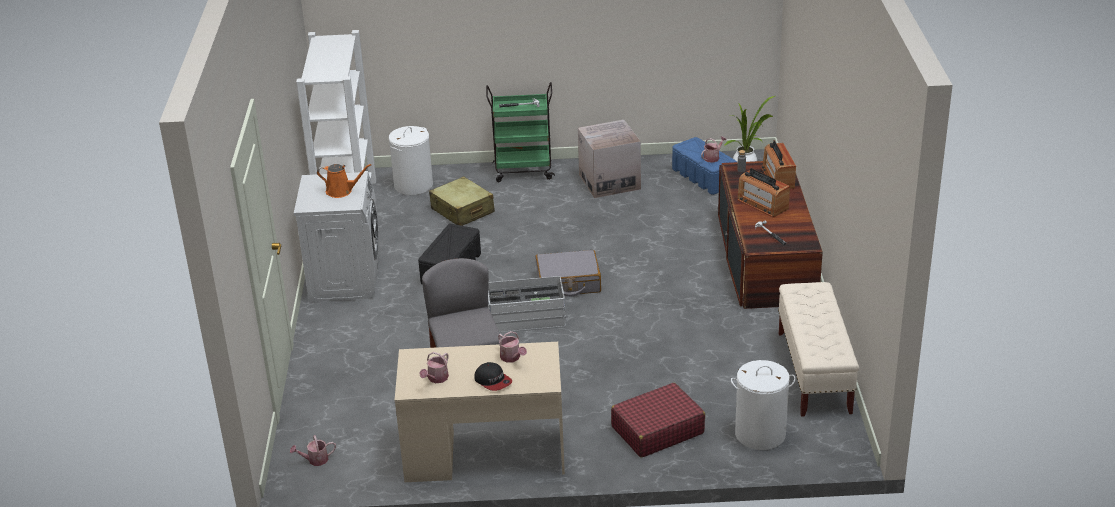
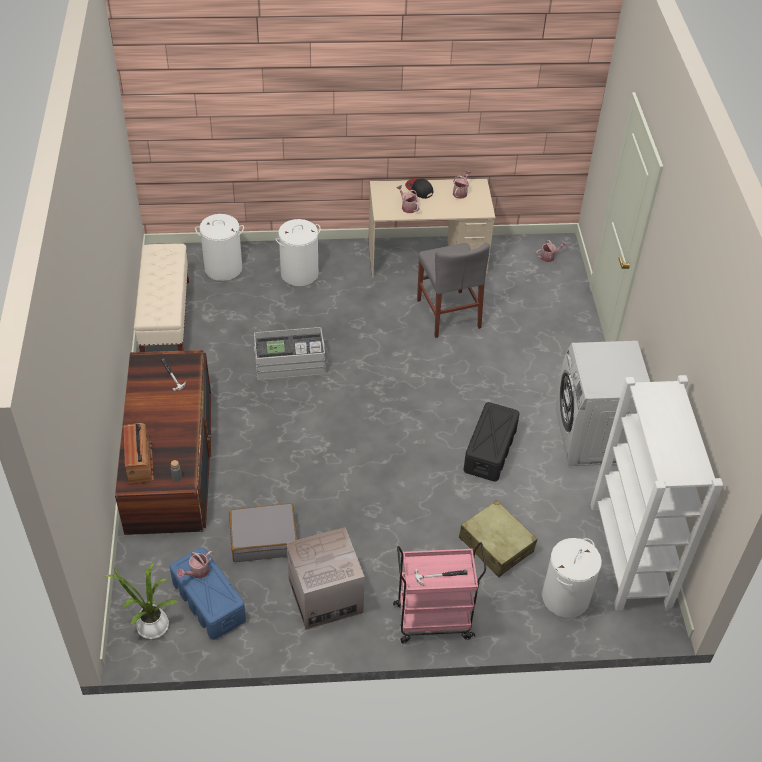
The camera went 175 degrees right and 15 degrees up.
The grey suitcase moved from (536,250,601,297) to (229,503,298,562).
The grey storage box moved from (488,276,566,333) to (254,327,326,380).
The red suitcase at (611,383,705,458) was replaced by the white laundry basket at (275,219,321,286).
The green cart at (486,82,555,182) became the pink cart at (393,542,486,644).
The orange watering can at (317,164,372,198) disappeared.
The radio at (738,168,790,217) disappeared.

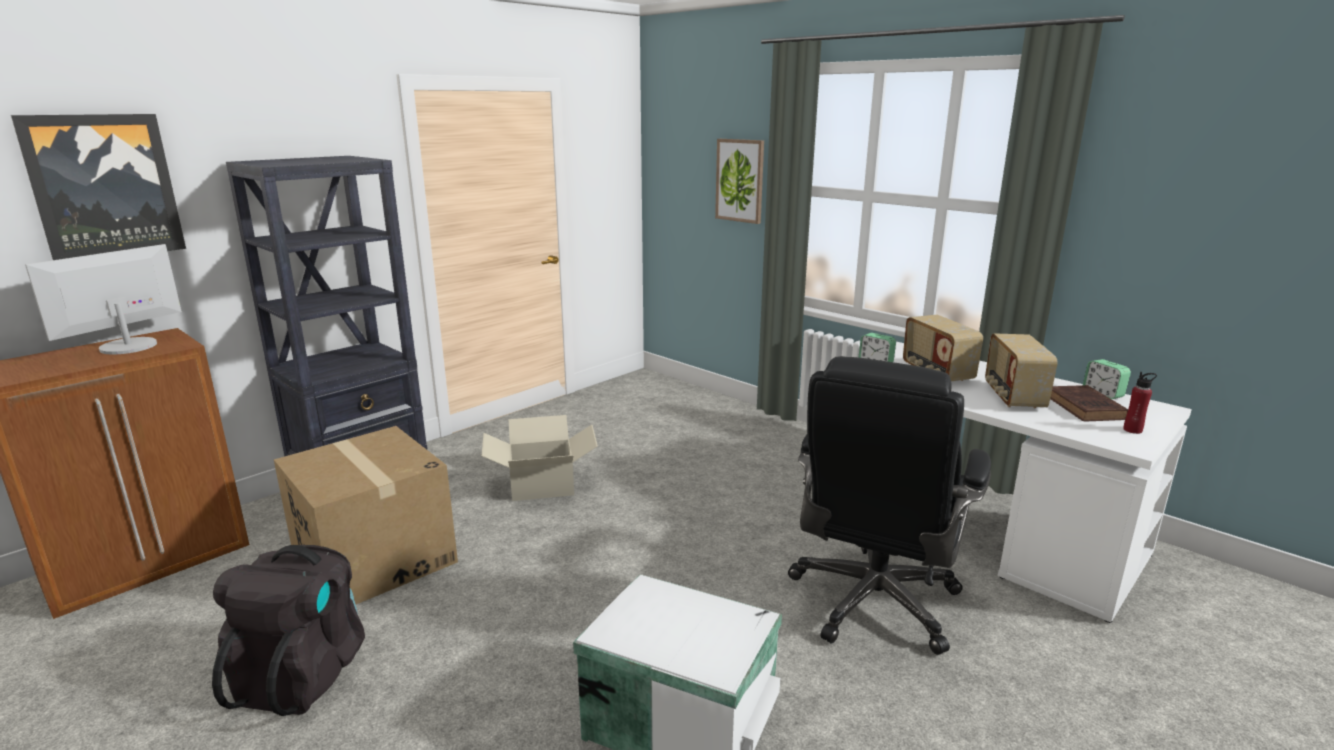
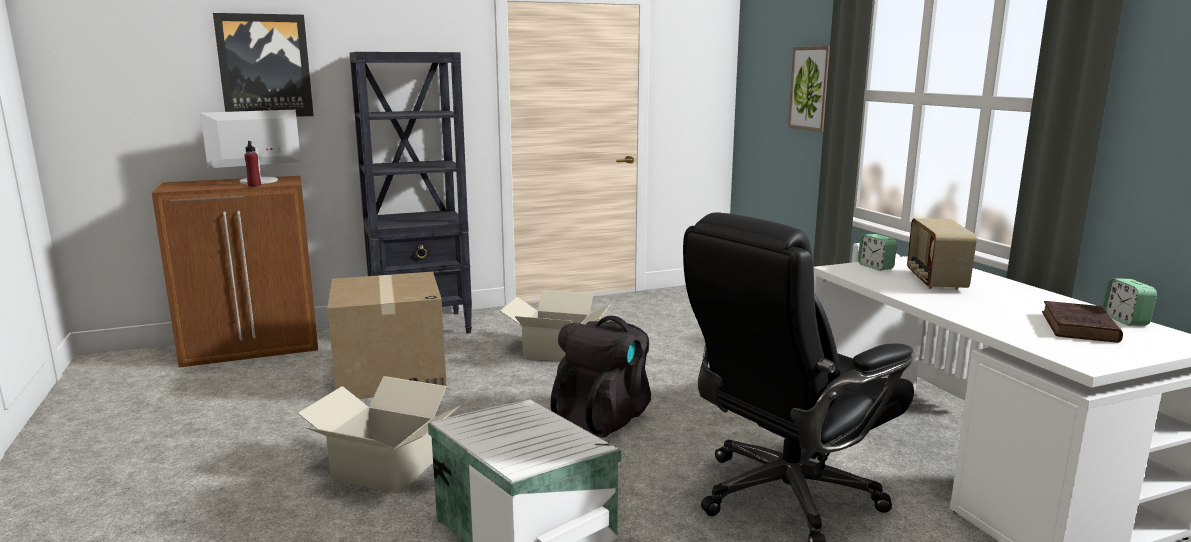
The camera went 25 degrees right and 5 degrees down.
The red bottle moved from (1123,372,1157,434) to (244,141,261,187).
The cardboard box at (298,376,460,494) appeared.
The black backpack moved from (212,545,365,716) to (551,316,651,438).
The radio at (985,333,1058,408) disappeared.

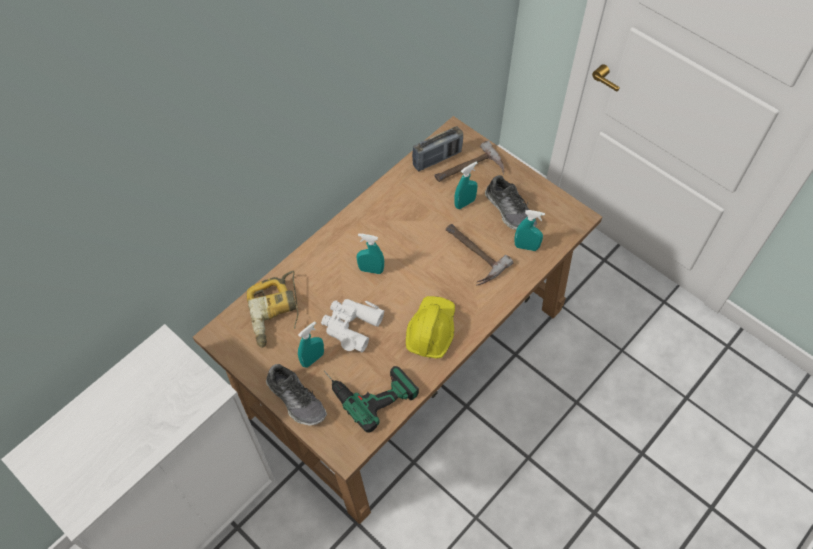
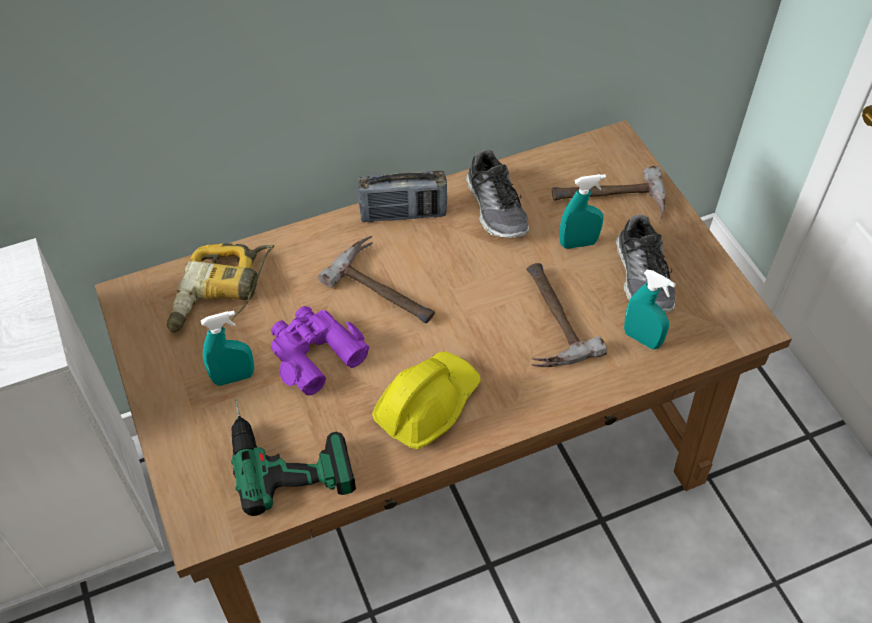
The camera went 25 degrees right and 5 degrees down.
The white binoculars at (321,299,385,352) became the purple binoculars at (271,306,370,395).
The turquoise spray bottle at (357,233,384,274) was replaced by the hammer at (318,236,435,323).
The radio moved from (412,126,463,172) to (358,171,447,222).
The shoe moved from (266,364,327,426) to (466,149,529,238).

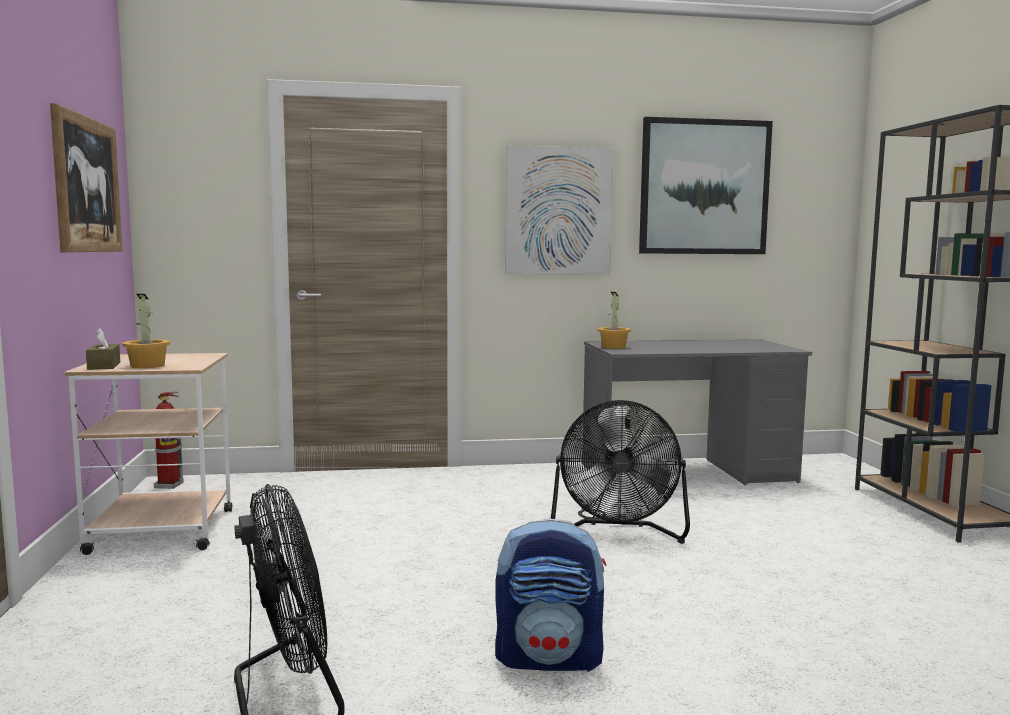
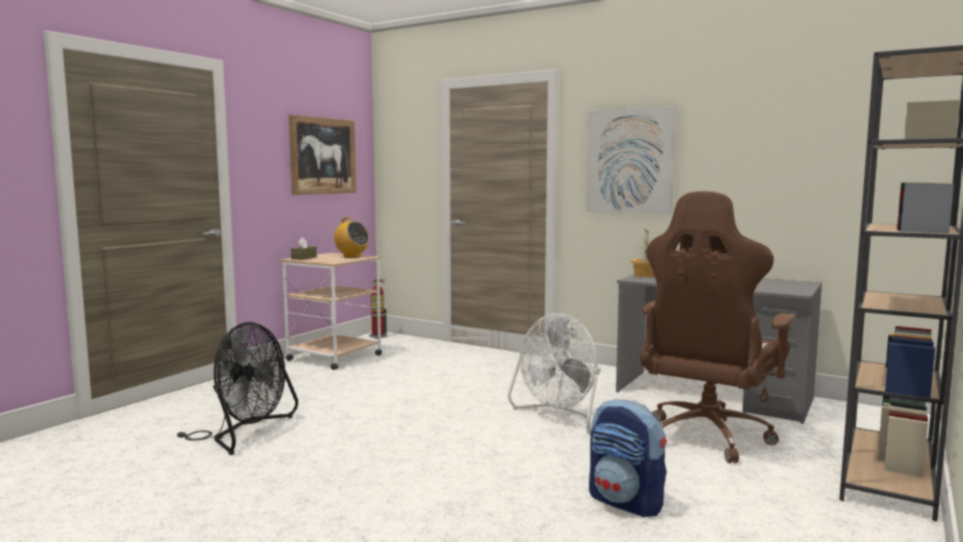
The camera went 40 degrees right and 0 degrees up.
The radio at (334,217,369,258) appeared.
The black fan at (551,400,690,544) became the white fan at (508,313,601,434).
The backpack moved from (495,518,607,672) to (589,399,667,518).
The brown office chair at (640,191,796,463) appeared.
The potted plant at (122,294,170,368) disappeared.
The picture at (639,117,773,254) disappeared.

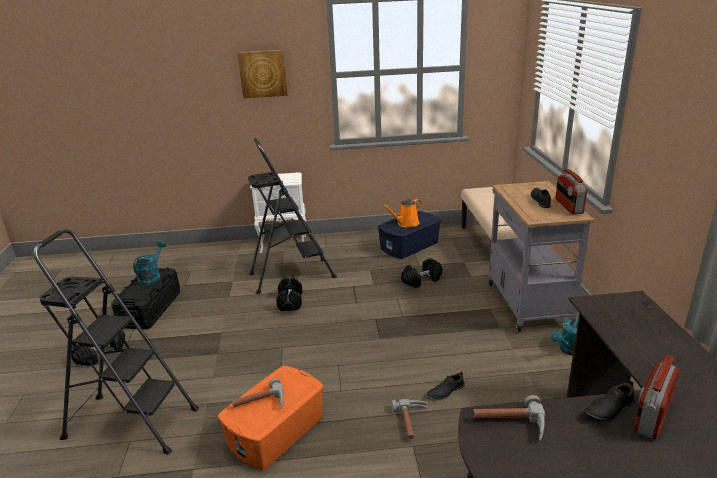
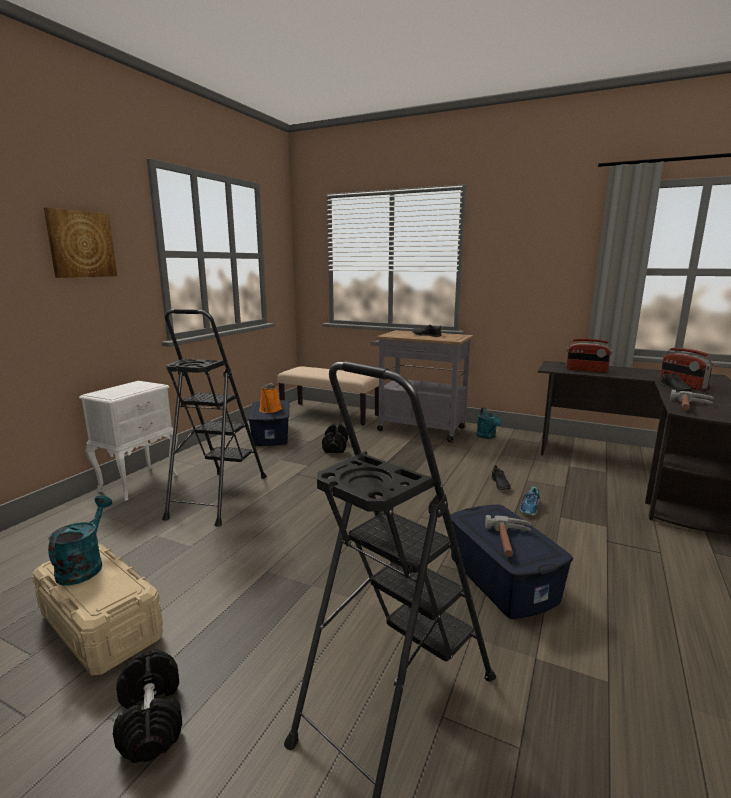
The camera went 60 degrees left and 10 degrees down.
The black storage box at (111,267,180,330) became the beige storage box at (32,544,163,675).
The turquoise watering can at (133,241,166,285) turned 45 degrees clockwise.
The orange storage box at (218,366,323,470) became the blue storage box at (450,505,573,619).
The hammer at (392,399,427,439) was replaced by the shoe at (520,486,541,516).
The radio moved from (556,169,587,215) to (566,339,613,373).
The black dumbbell at (276,277,303,311) disappeared.

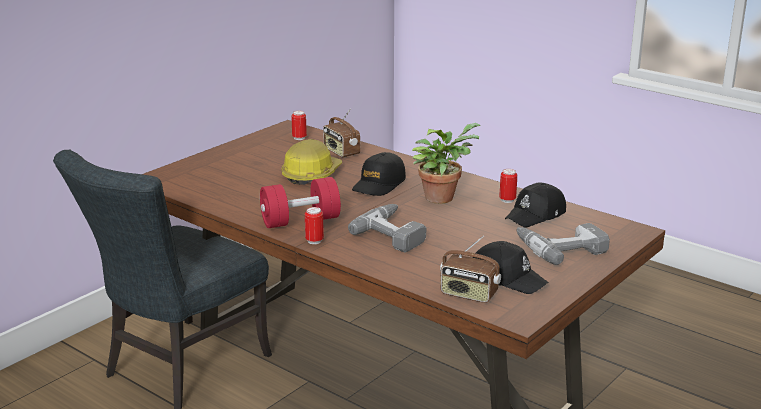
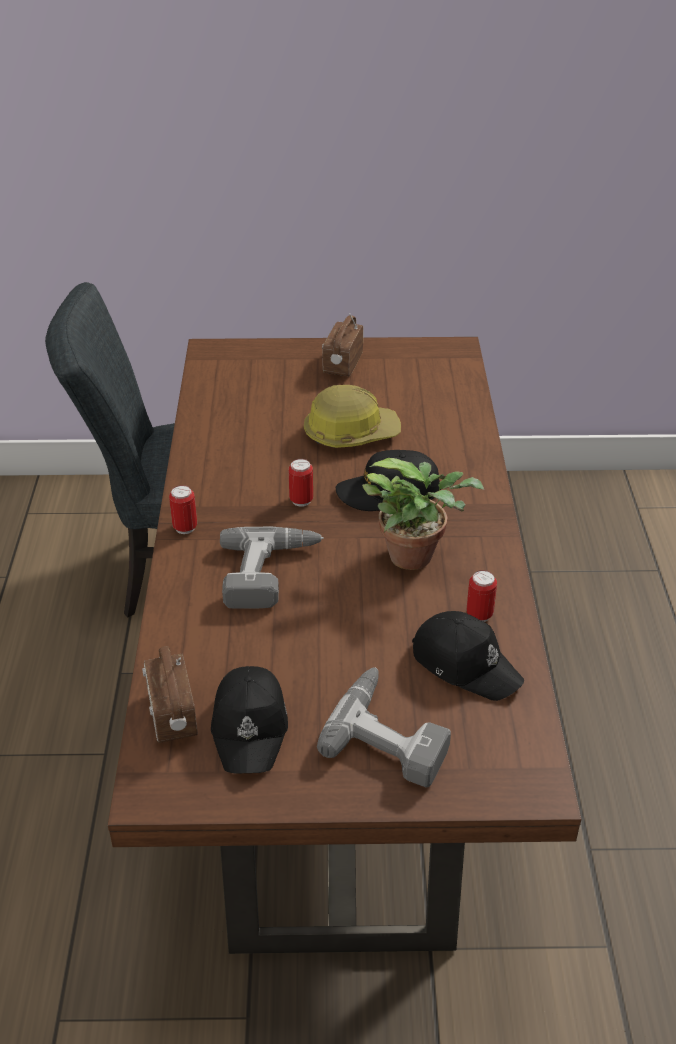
The camera went 50 degrees right and 15 degrees up.
The can moved from (292,111,307,140) to (289,459,313,507).
The radio moved from (323,108,360,157) to (322,313,363,376).
The black cap at (505,183,566,227) turned 150 degrees counterclockwise.
The red dumbbell at (260,177,341,228) disappeared.

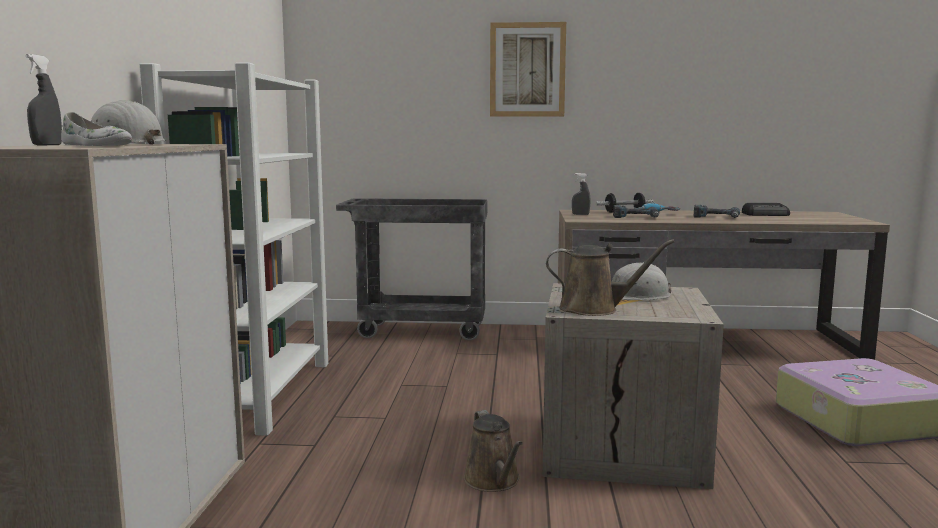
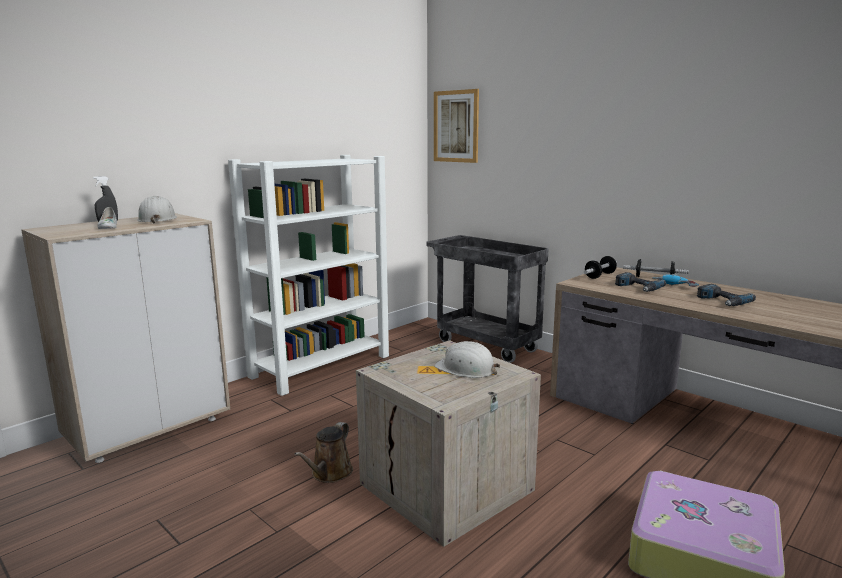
The camera went 40 degrees right and 5 degrees up.
The picture moved from (490,22,566,117) to (434,89,479,163).
The grey spray bottle at (572,173,590,215) was replaced by the dumbbell at (584,256,617,279).
The brown watering can at (546,239,675,316) disappeared.
The radio at (742,203,790,216) disappeared.

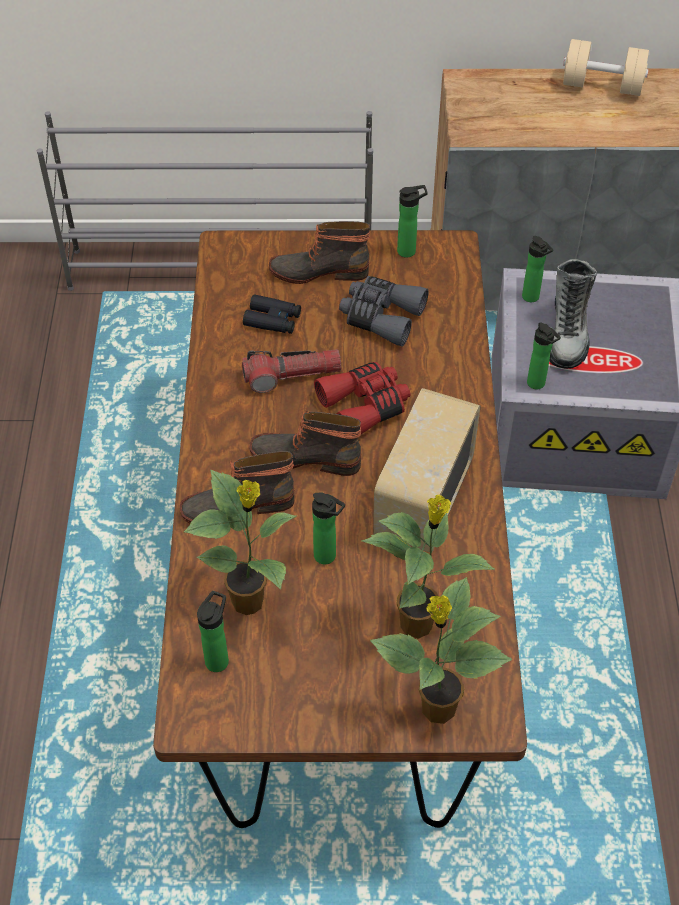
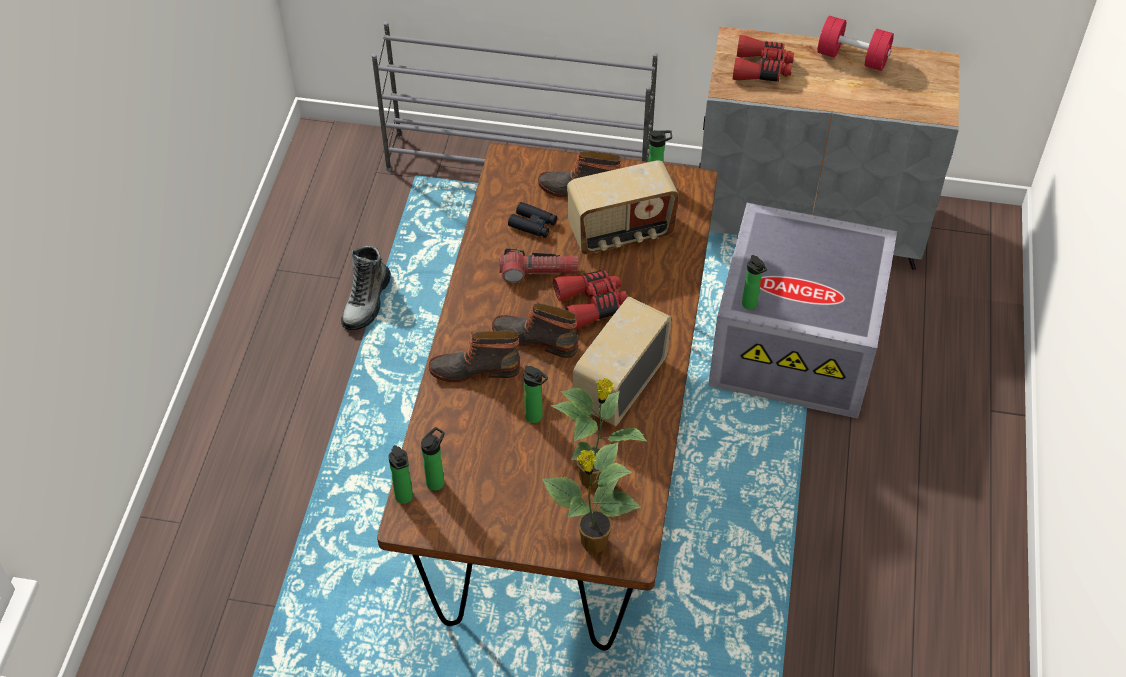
The camera went 10 degrees right and 0 degrees up.
The boot moved from (549,259,597,369) to (341,246,391,330).
The bottle moved from (522,236,553,302) to (388,445,413,504).
The grey binoculars at (339,276,429,347) was replaced by the radio at (567,160,679,254).
The red binoculars at (733,35,794,82) appeared.
The beige dumbbell at (563,39,649,96) became the red dumbbell at (817,16,894,71).
The potted plant at (184,469,296,615) disappeared.

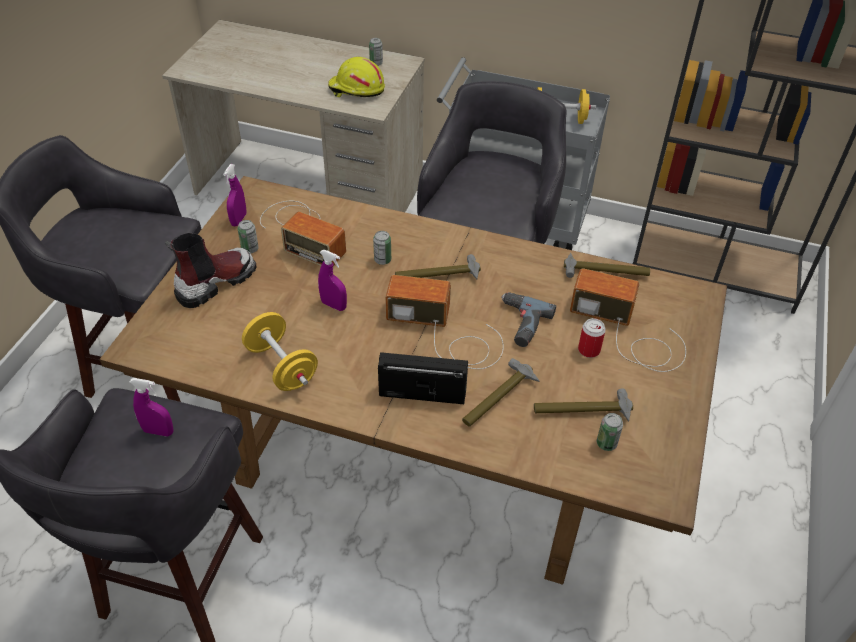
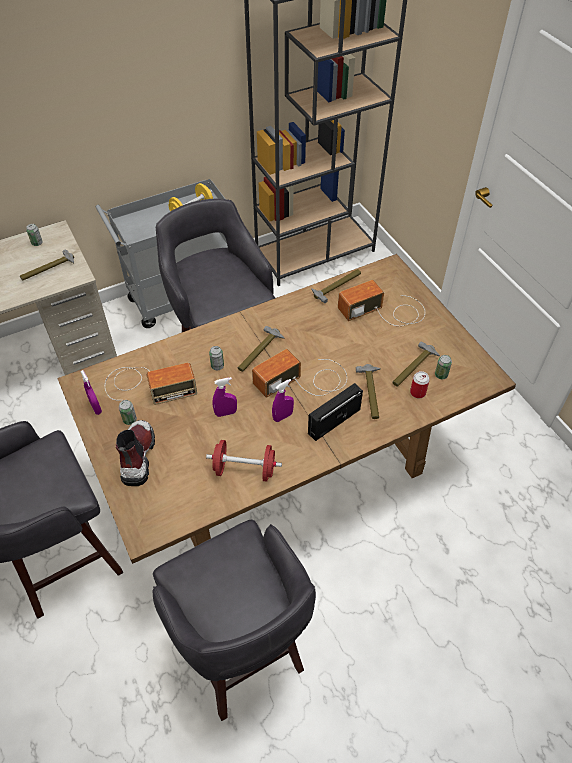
The camera went 45 degrees left and 5 degrees up.
The yellow hard hat at (328,57,385,97) was replaced by the hammer at (20,249,74,281).
The yellow dumbbell at (242,312,318,391) became the red dumbbell at (206,440,282,482).
The purple spray bottle moved from (130,378,174,436) to (272,379,294,422).
The can moved from (578,318,606,358) to (410,371,430,398).
The power drill at (501,292,556,347) disappeared.

